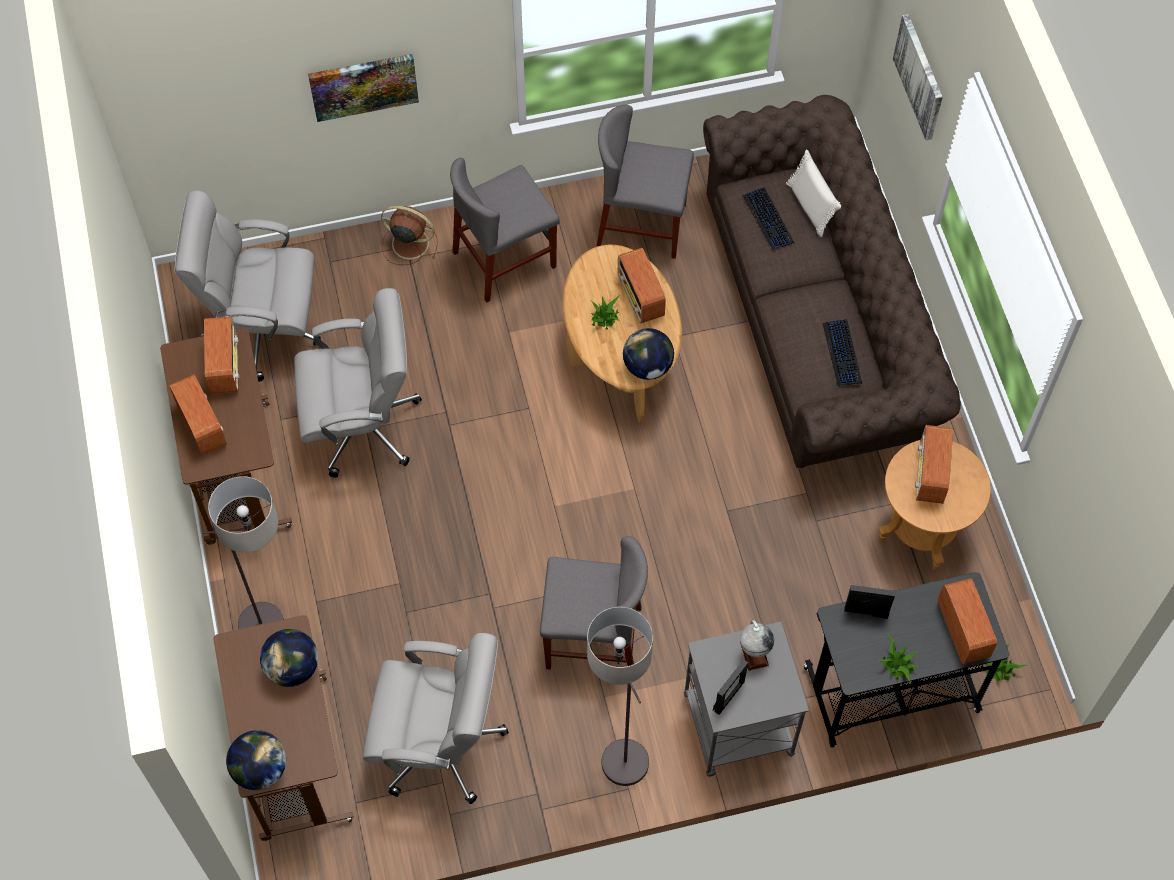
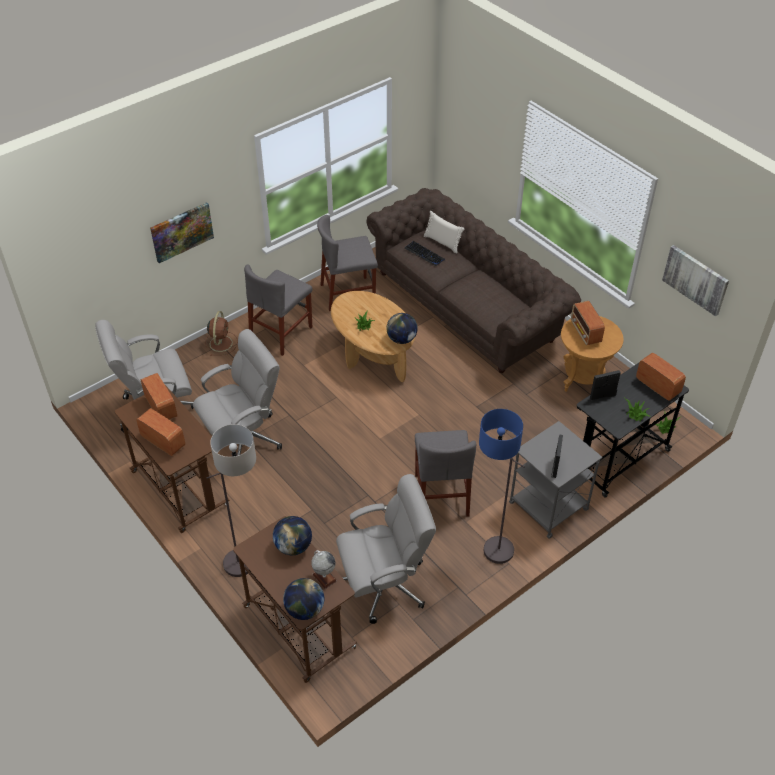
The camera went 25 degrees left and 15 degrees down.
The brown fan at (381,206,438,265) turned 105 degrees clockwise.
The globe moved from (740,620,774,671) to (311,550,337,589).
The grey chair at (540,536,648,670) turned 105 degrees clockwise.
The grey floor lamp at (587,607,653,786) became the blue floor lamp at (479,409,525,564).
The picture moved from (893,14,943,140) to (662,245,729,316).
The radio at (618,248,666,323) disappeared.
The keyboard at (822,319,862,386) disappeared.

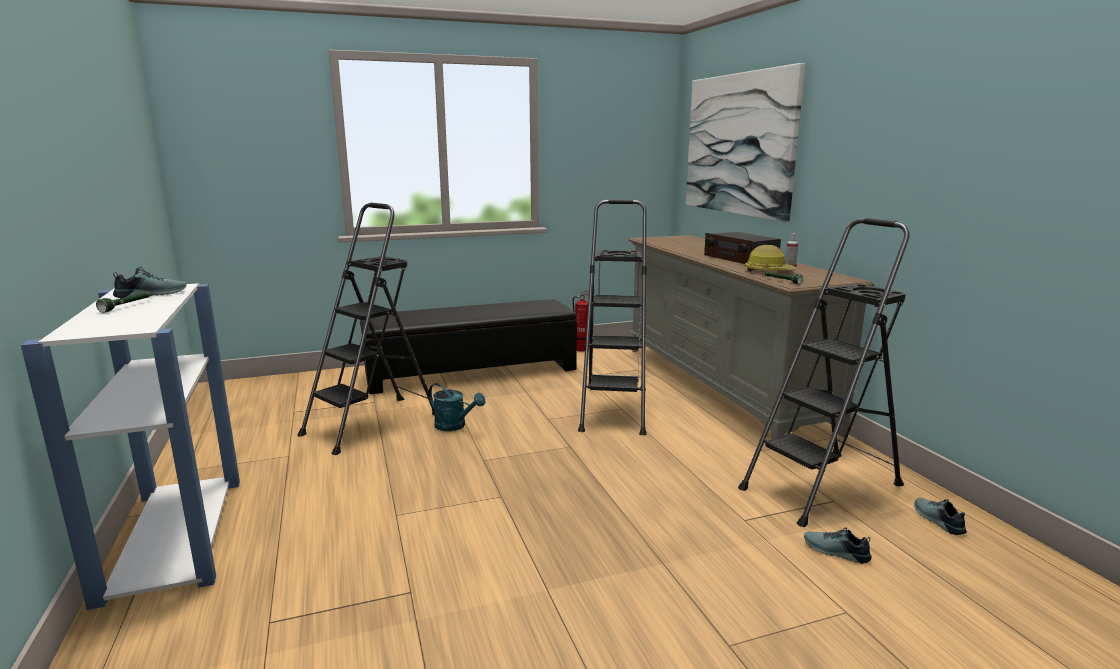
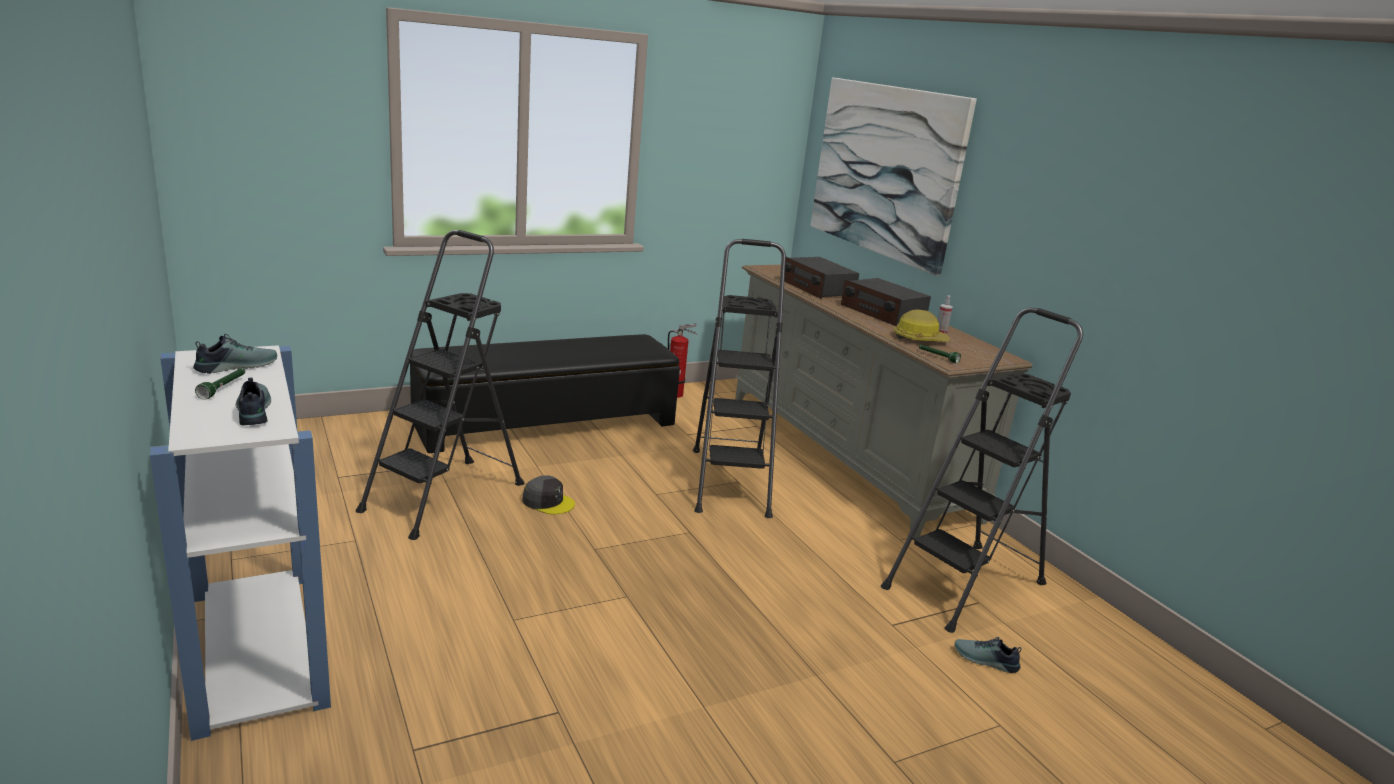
The camera went 10 degrees left and 5 degrees up.
The shoe moved from (914,498,967,535) to (236,378,271,425).
The turquoise watering can at (429,383,485,431) was replaced by the grey cap at (522,475,575,514).
The radio at (784,257,859,299) appeared.

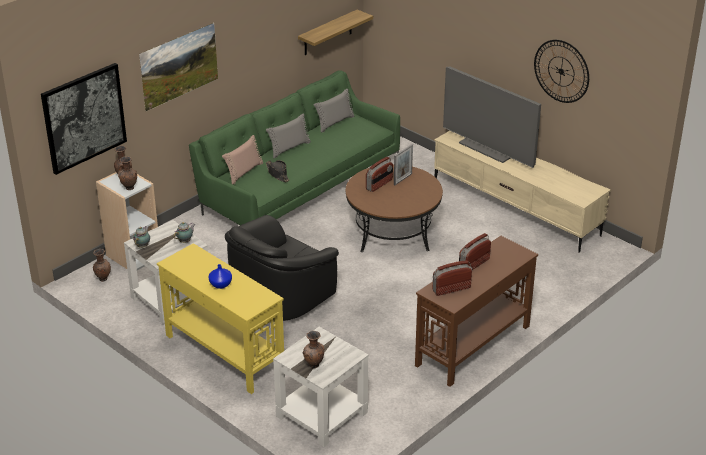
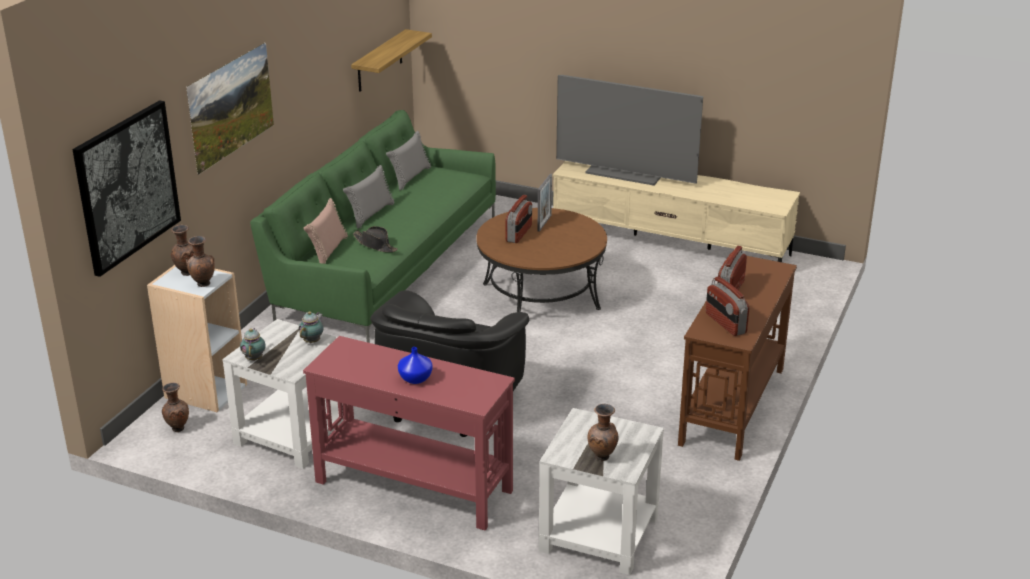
The camera went 20 degrees left and 5 degrees down.
The yellow console table at (157,243,284,394) became the red console table at (303,336,515,531).
The radio at (432,260,472,296) turned 75 degrees counterclockwise.
The wall clock at (534,40,589,103) disappeared.

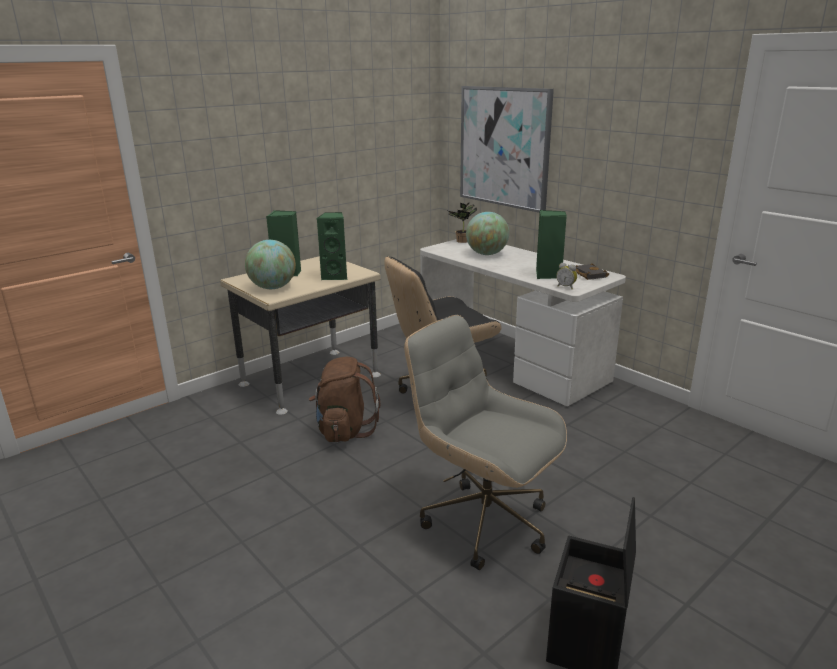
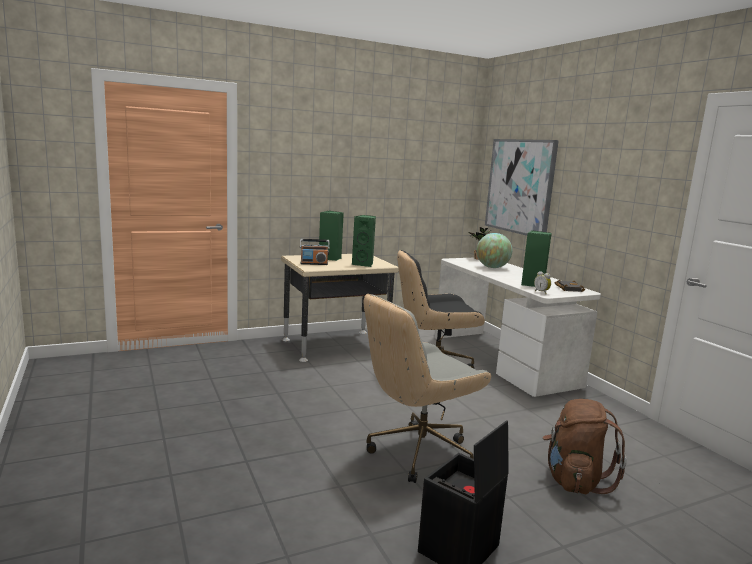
The camera went 15 degrees right and 10 degrees down.
The globe at (245,240,296,289) was replaced by the radio at (300,239,329,265).
The grey office chair at (404,315,567,570) turned 90 degrees counterclockwise.
The brown backpack moved from (309,357,380,442) to (542,399,627,494).

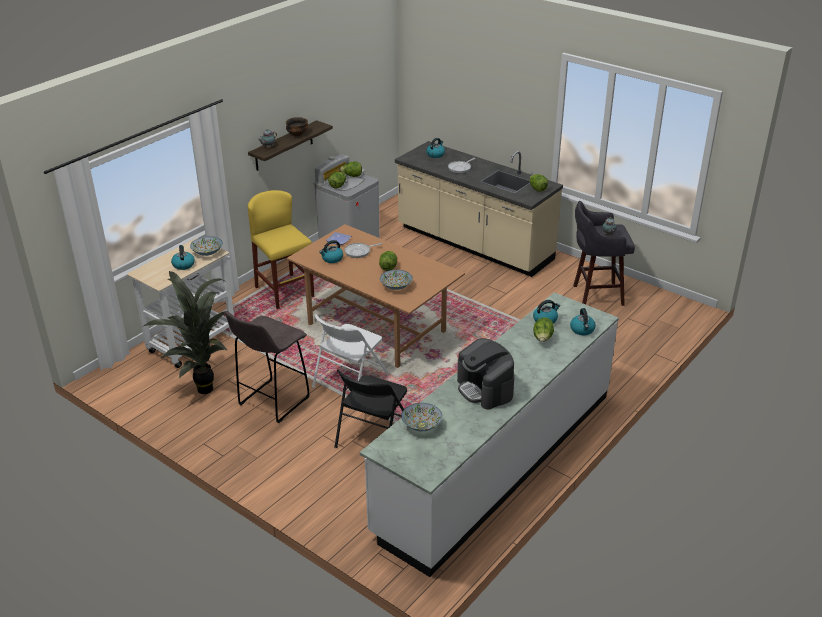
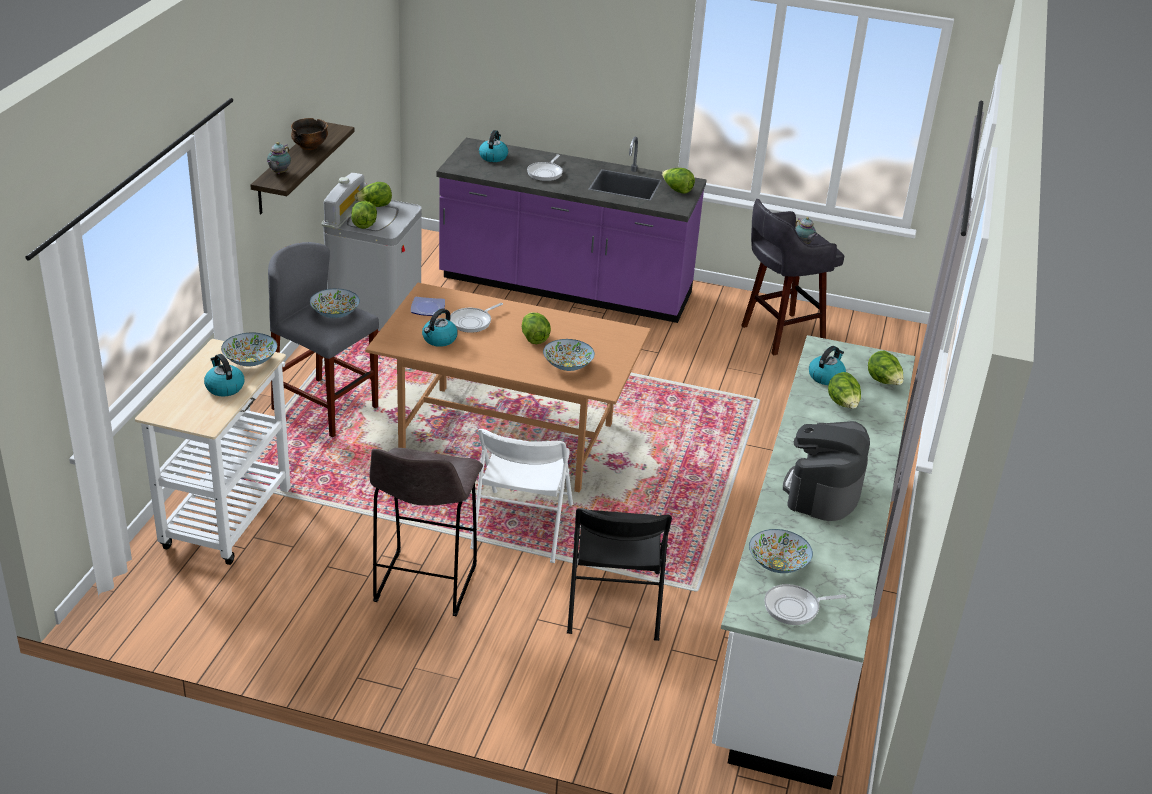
The camera went 25 degrees left and 0 degrees up.
The yellow stool at (248,190,314,309) became the grey stool at (268,242,379,438).
The bowl at (310,289,360,318) appeared.
The beige counter at (395,141,563,277) became the purple counter at (437,137,707,323).
The frying pan at (764,584,846,625) appeared.
The coffee machine at (457,338,514,410) turned 75 degrees clockwise.
The kettle at (570,308,596,335) was replaced by the lettuce at (868,350,904,385).
The potted plant at (144,271,227,394) disappeared.

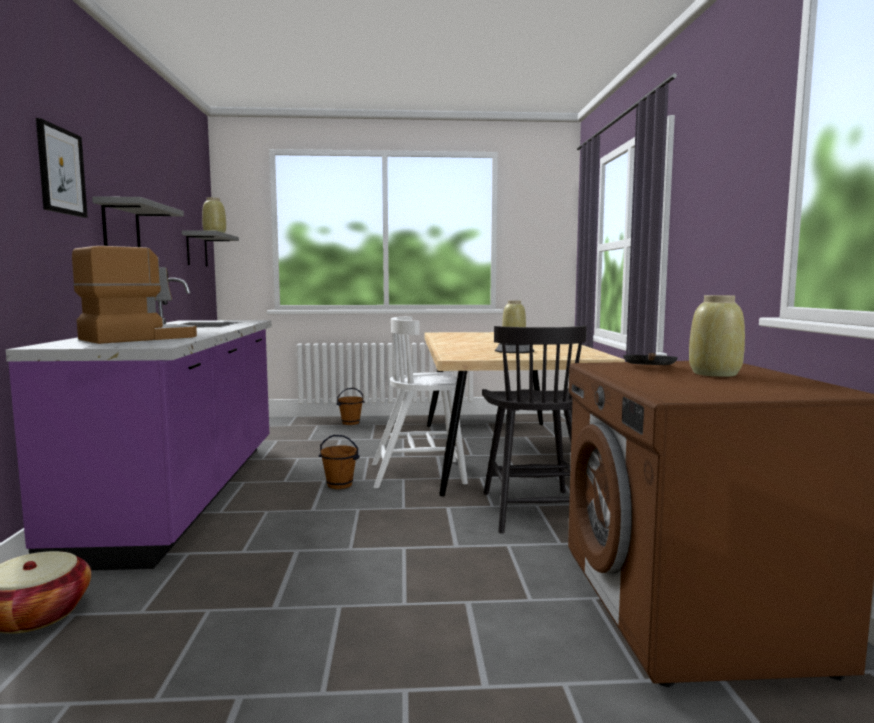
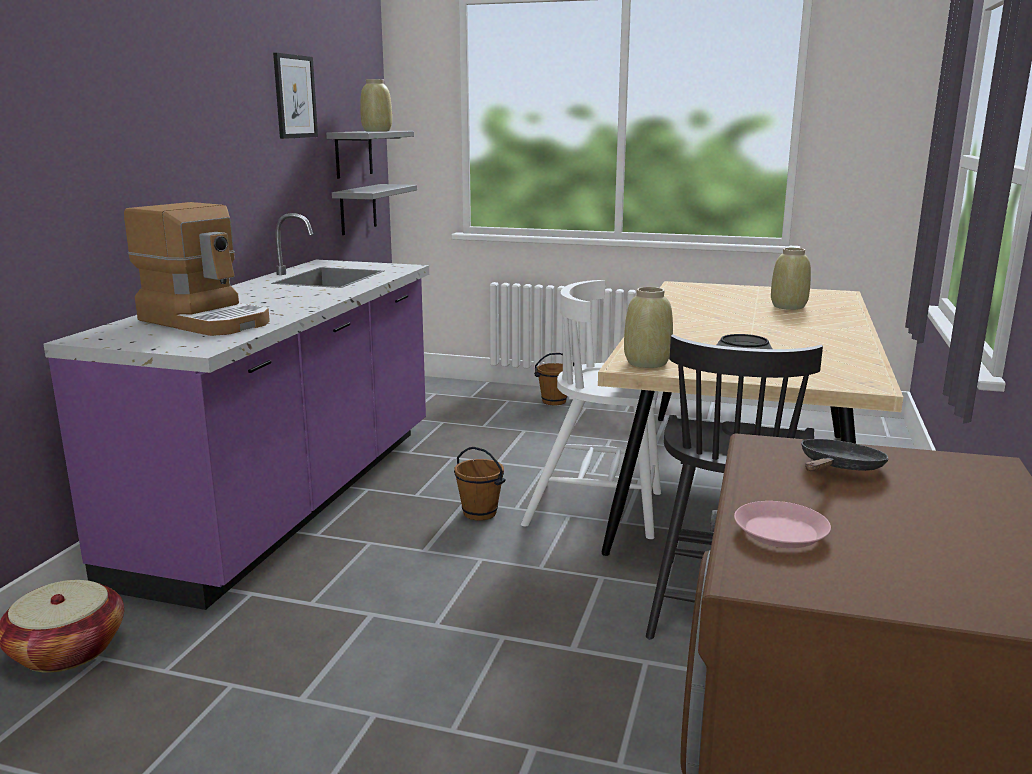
The camera went 20 degrees right and 10 degrees up.
The coffee machine at (72,246,197,344) turned 60 degrees clockwise.
The picture moved from (36,118,88,218) to (273,53,318,139).
The grey shelf moved from (92,196,184,247) to (332,184,417,235).
The beige vase moved from (689,295,745,377) to (624,287,673,368).
The pink plate at (734,501,831,548) appeared.

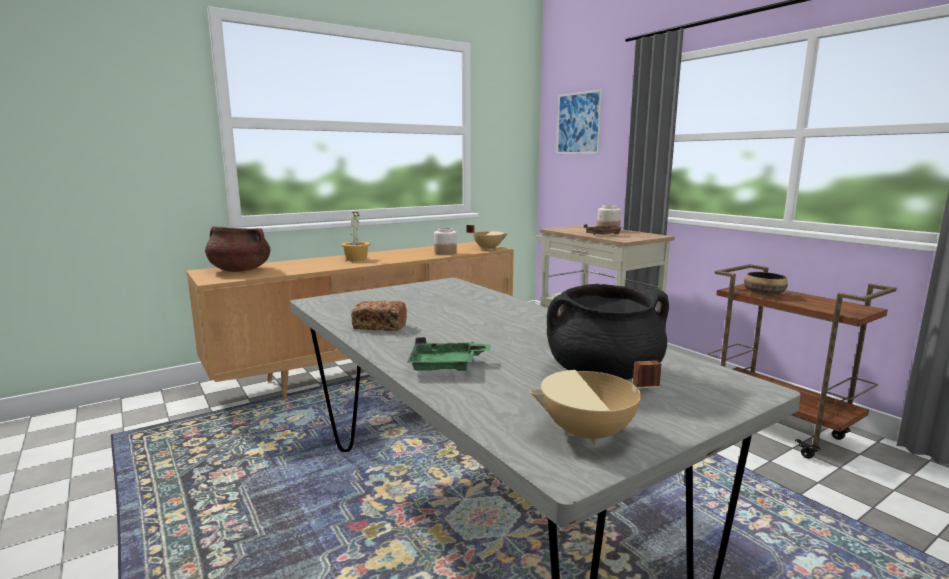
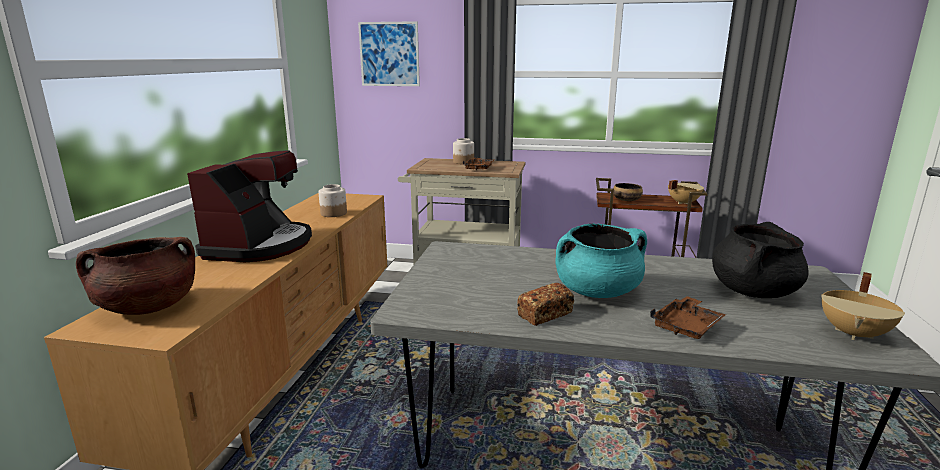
The camera went 45 degrees left and 5 degrees up.
The potted plant at (341,212,370,261) was replaced by the coffee machine at (187,150,312,262).
The turquoise cooking pot at (555,223,647,298) appeared.
The green tray at (407,337,490,371) became the brown tray at (650,296,726,339).
The beige cooking pot moved from (466,225,508,250) to (668,180,704,204).

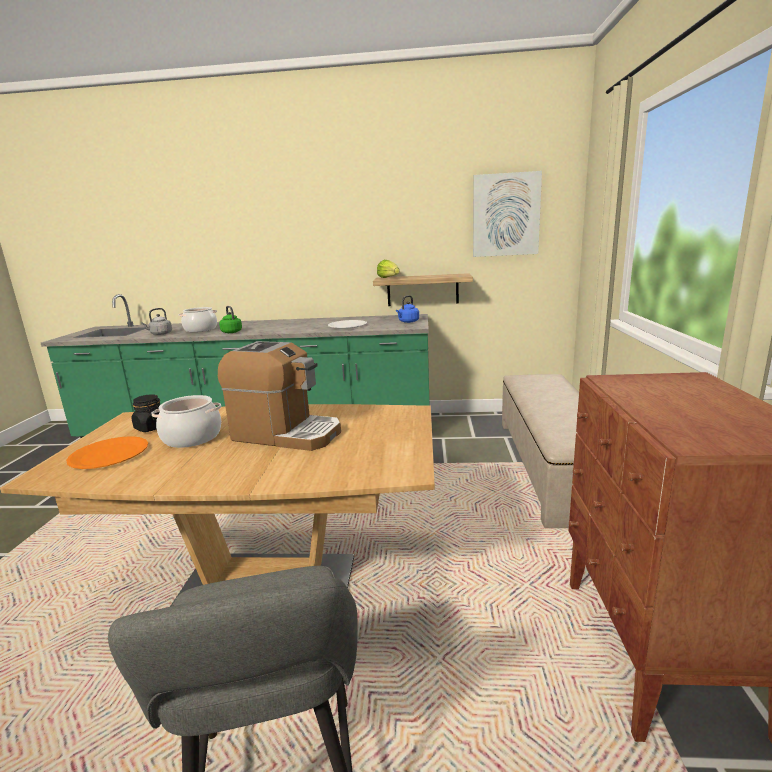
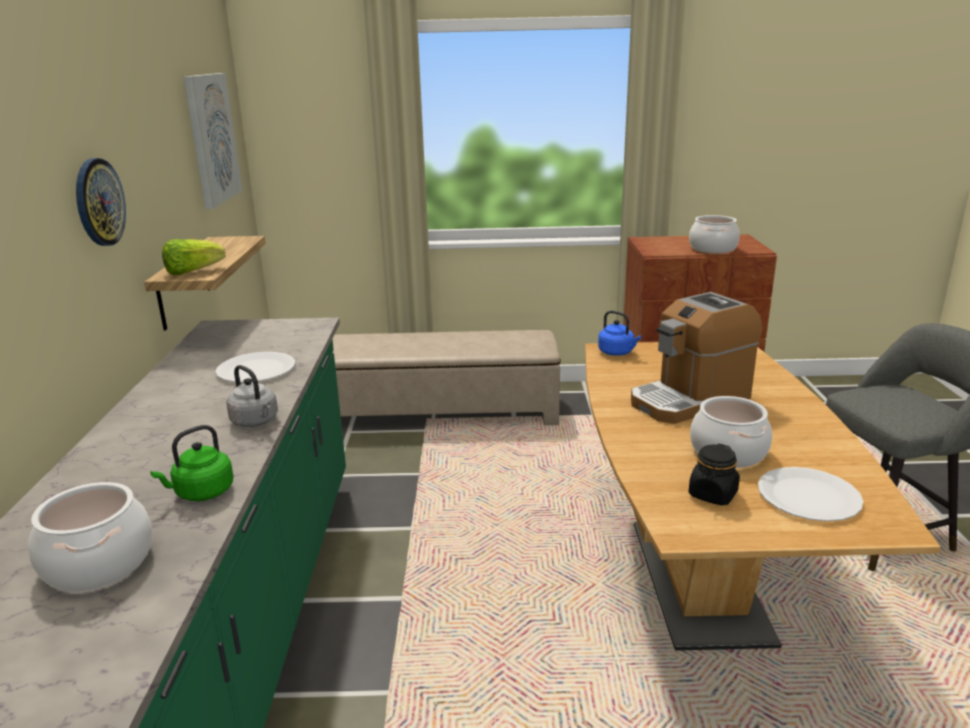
The camera went 95 degrees left and 5 degrees up.
The wall clock at (76,158,126,246) appeared.
The grey kettle moved from (141,308,172,335) to (226,365,278,427).
The blue kettle moved from (396,295,419,323) to (598,310,641,356).
The coffee machine at (218,341,341,451) turned 135 degrees counterclockwise.
The cooking pot at (689,215,740,254) appeared.
The orange plate at (66,436,148,469) became the white plate at (758,467,863,521).

